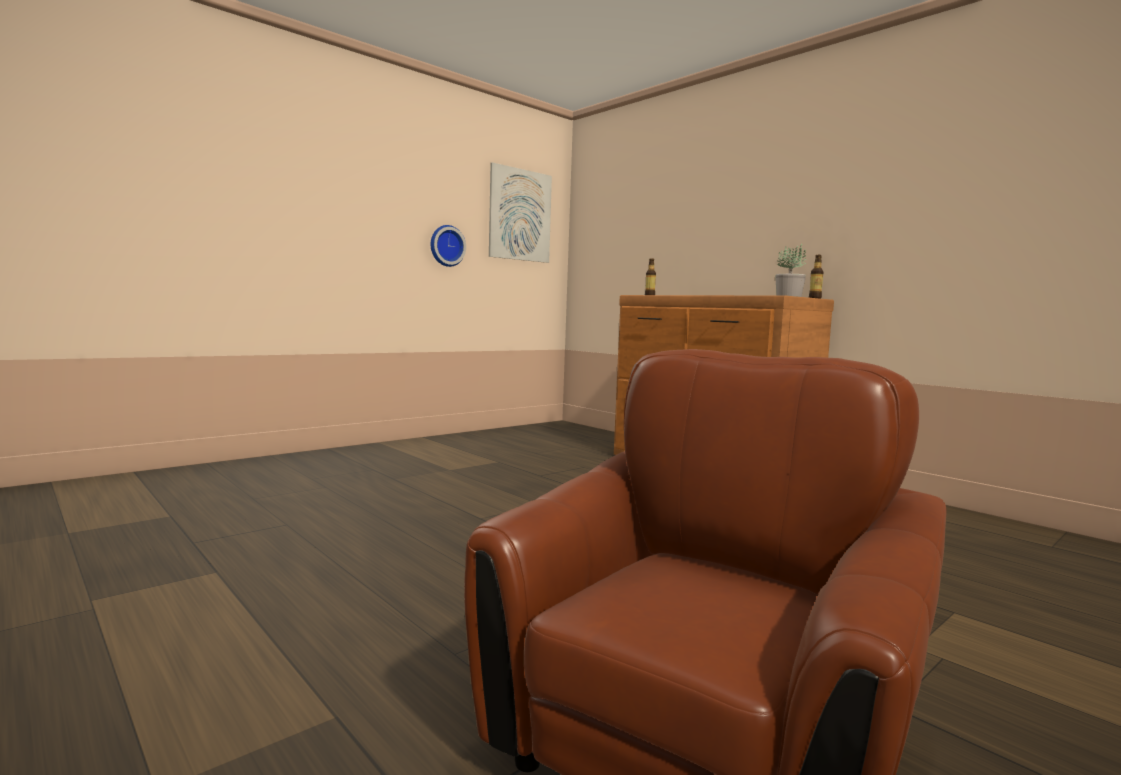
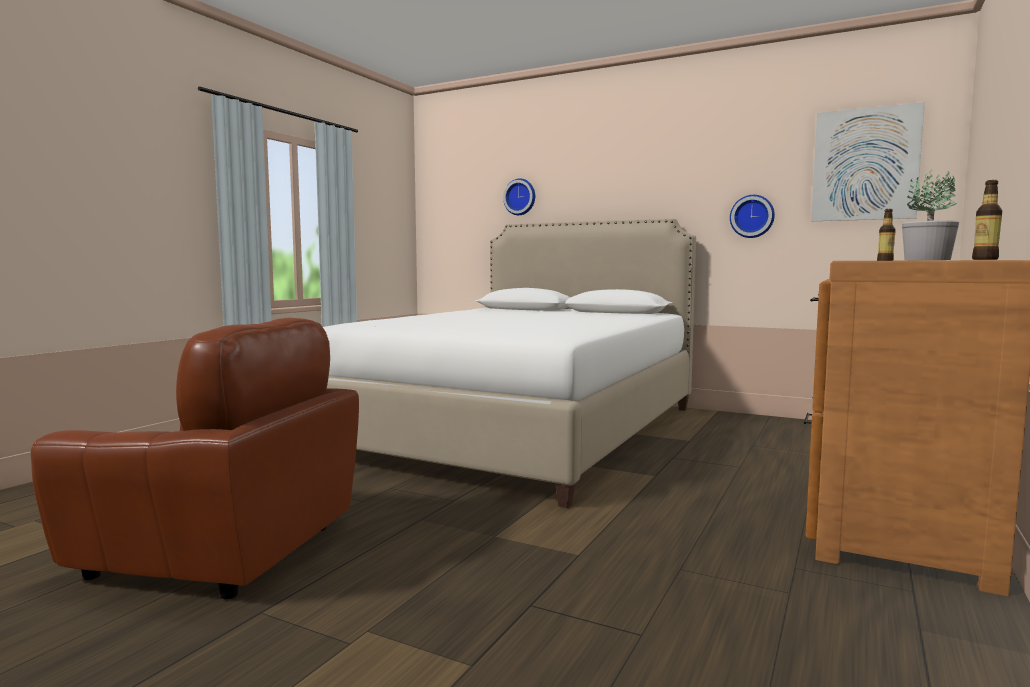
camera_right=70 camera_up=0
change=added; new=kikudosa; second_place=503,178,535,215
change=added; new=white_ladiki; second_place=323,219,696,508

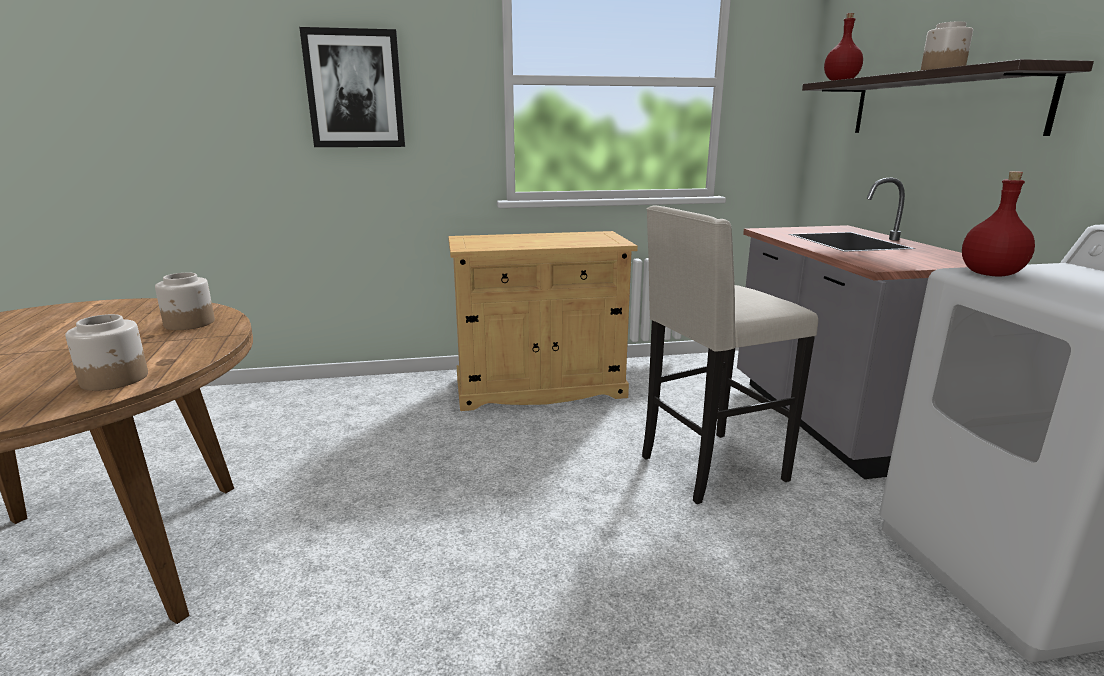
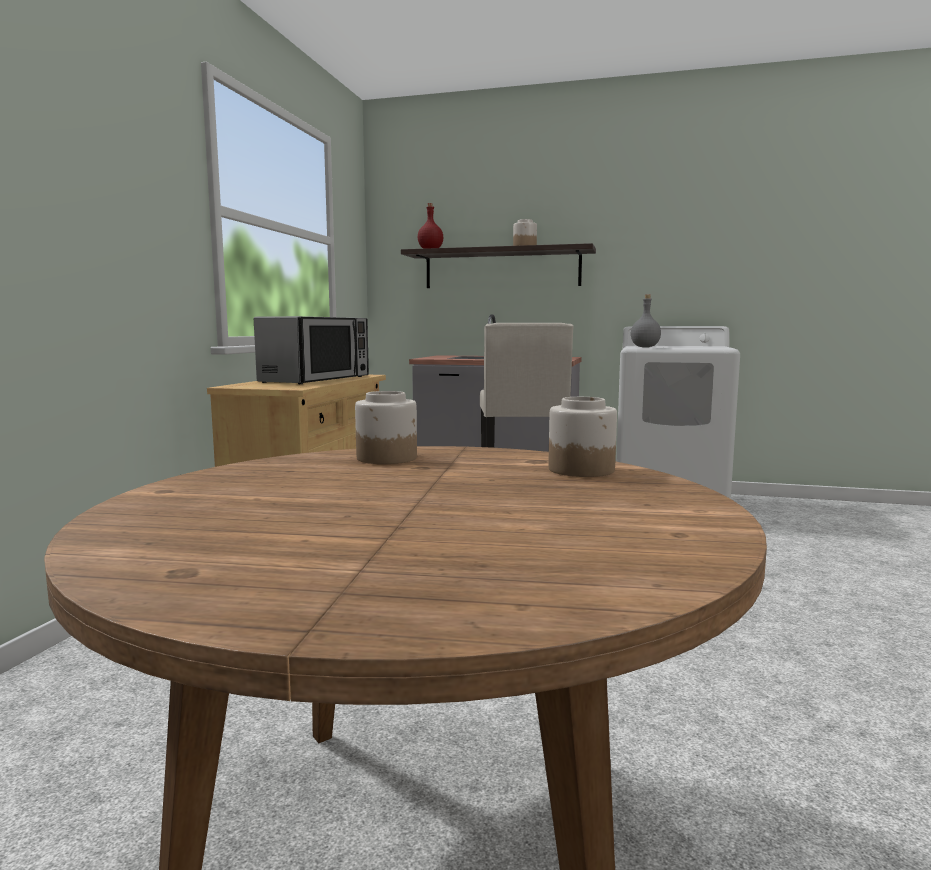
camera_right=-65 camera_up=-10
change=removed; old=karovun; first_place=299,27,405,147
change=recoloured; old=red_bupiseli; new=grey_bupiseli; first_place=962,171,1035,276; second_place=631,295,661,347
change=added; new=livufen; second_place=254,316,369,384

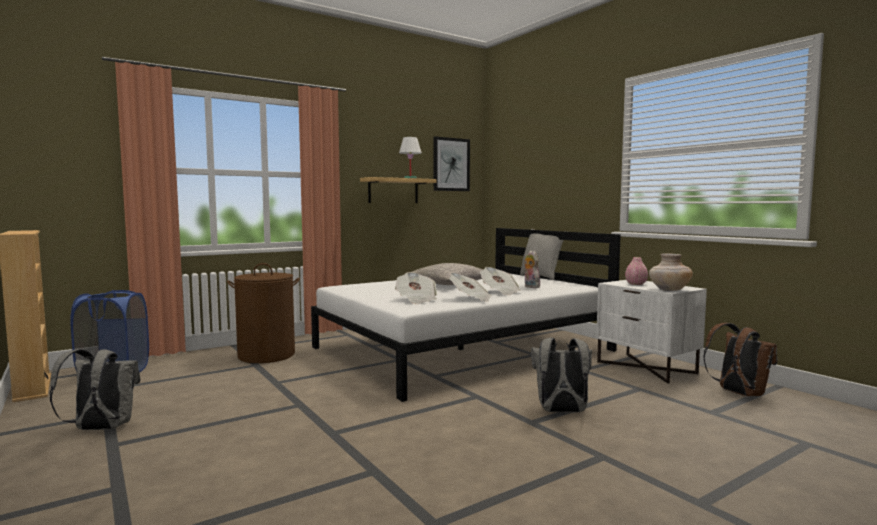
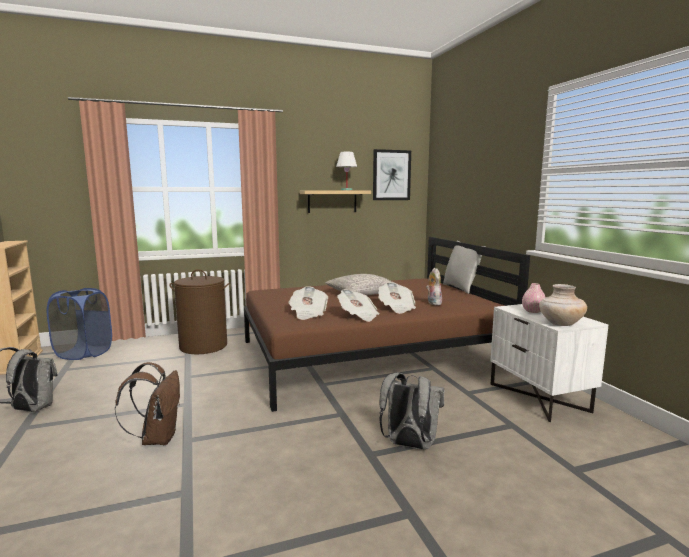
camera_right=15 camera_up=5
change=recoloured; old=white_ladiki; new=brown_ladiki; first_place=311,228,621,402; second_place=244,237,530,412
change=moved; old=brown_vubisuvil; first_place=703,323,777,396; second_place=115,362,180,445

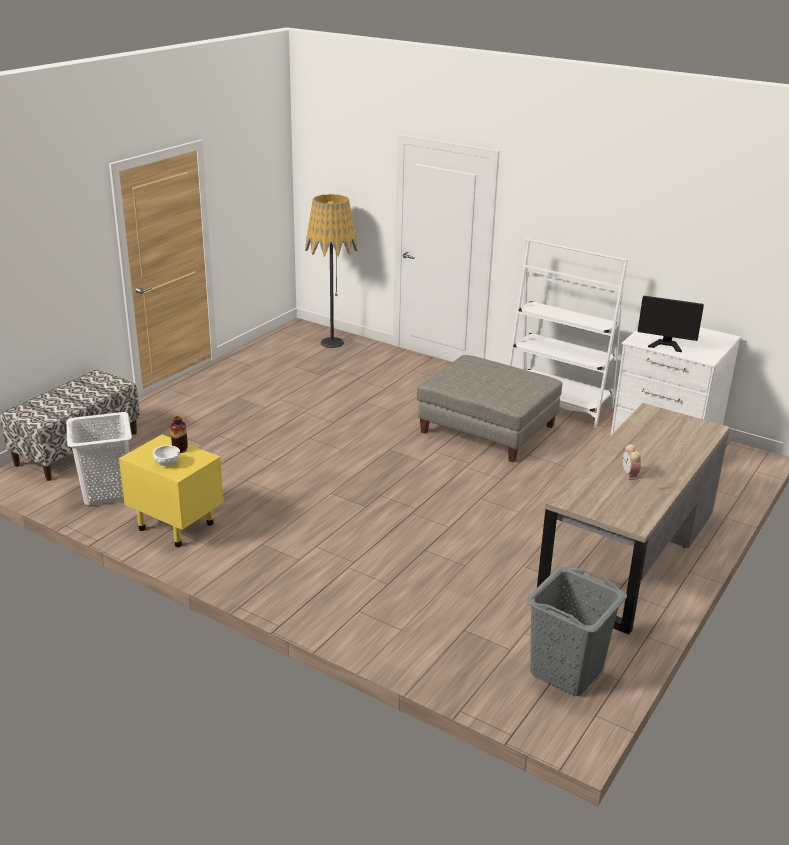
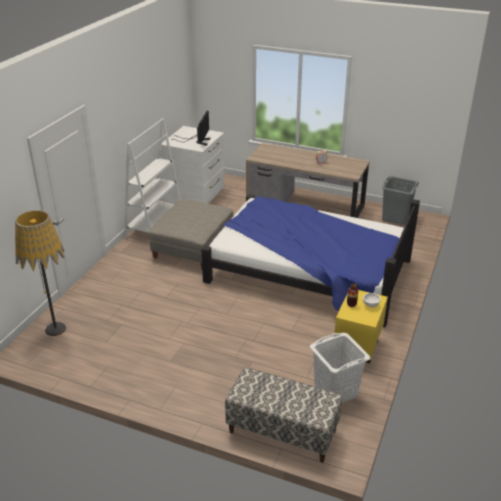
camera_right=-100 camera_up=5
change=added; new=ladiki; second_place=201,195,420,327

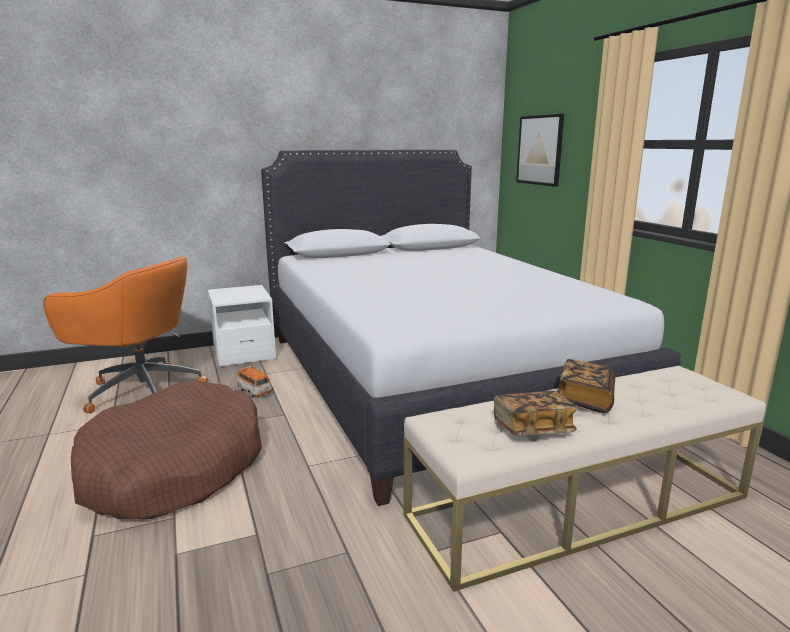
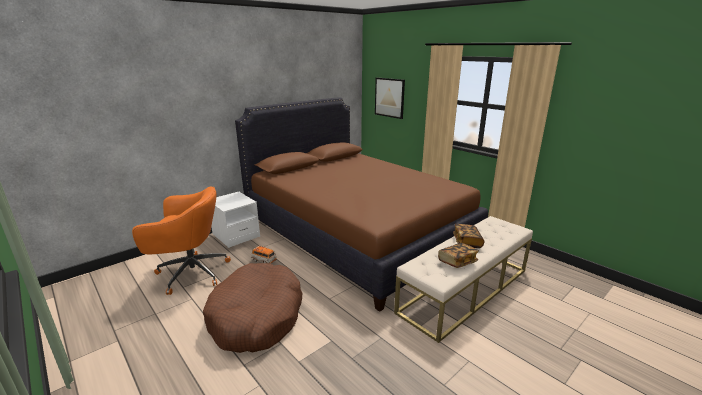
camera_right=-20 camera_up=5
change=recoloured; old=white_ladiki; new=brown_ladiki; first_place=261,150,681,506; second_place=235,97,488,312

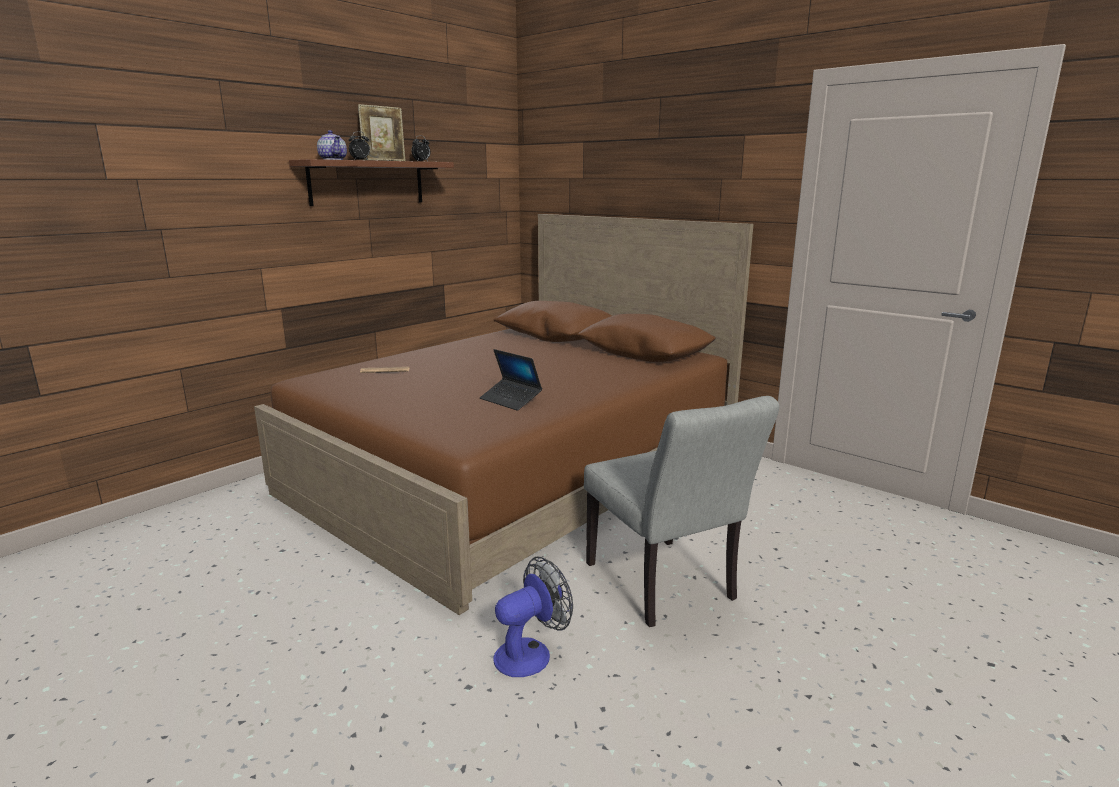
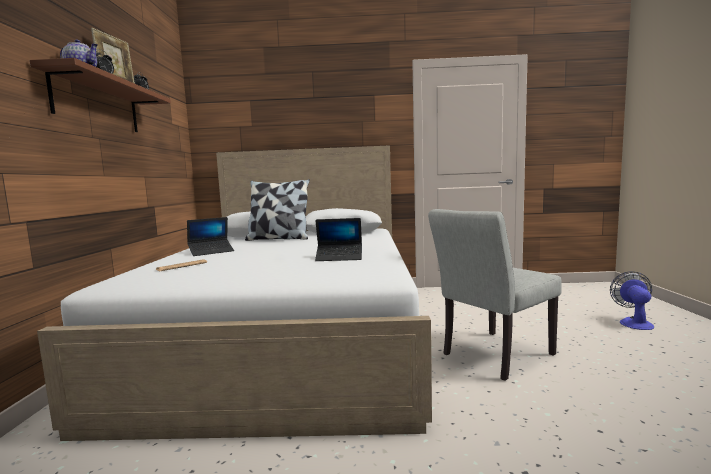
camera_right=-40 camera_up=-10
change=recoloured; old=brown_ladiki; new=white_ladiki; first_place=254,214,754,615; second_place=37,145,432,441
change=turned; old=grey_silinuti; first_place=584,396,779,627; second_place=428,209,562,381; degrees=120
change=moved; old=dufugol; first_place=493,557,573,677; second_place=610,271,654,330
change=added; new=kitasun; second_place=245,179,310,241
change=added; new=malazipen; second_place=187,217,234,256

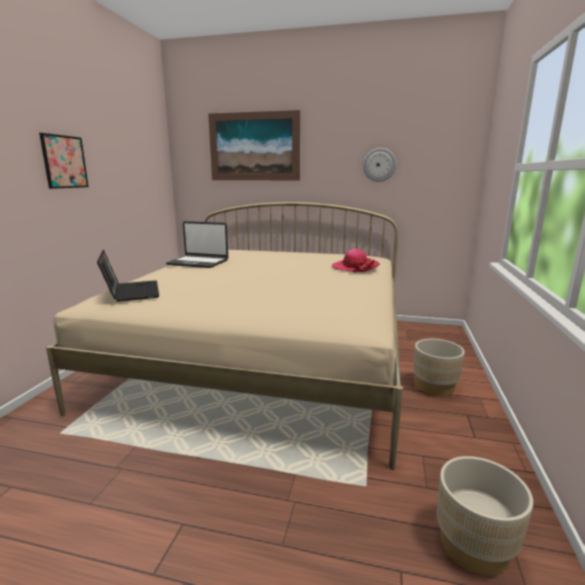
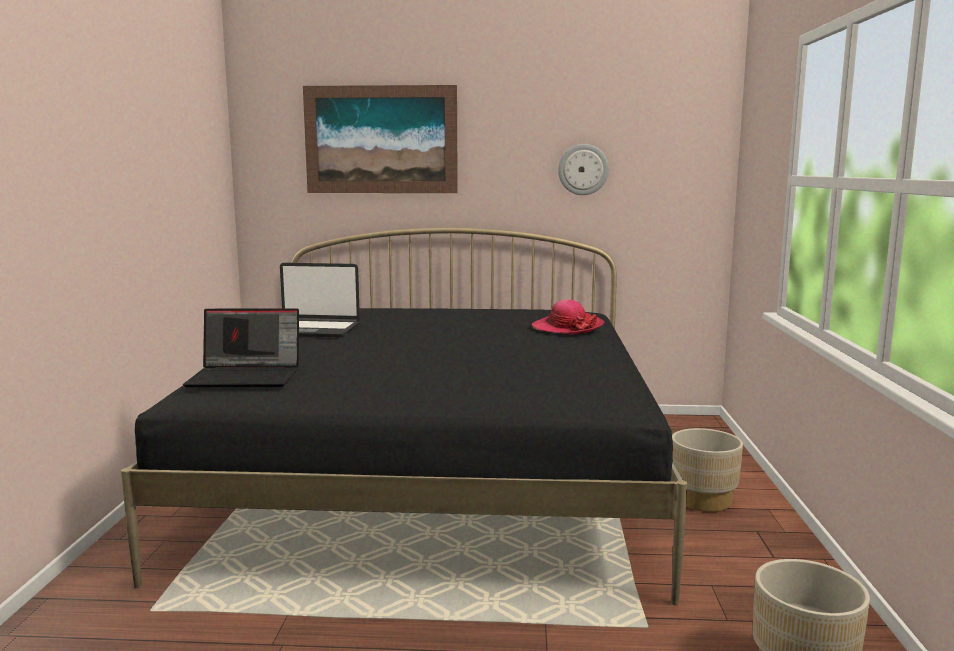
camera_right=-10 camera_up=-5
change=removed; old=karovun; first_place=39,133,89,189
change=recoloured; old=beige_ladiki; new=black_ladiki; first_place=46,202,403,470; second_place=121,228,687,605
change=turned; old=malazipen; first_place=97,250,159,302; second_place=183,308,299,387; degrees=120

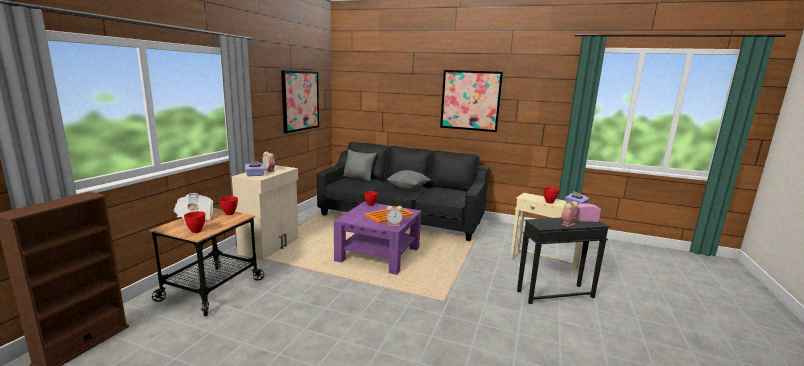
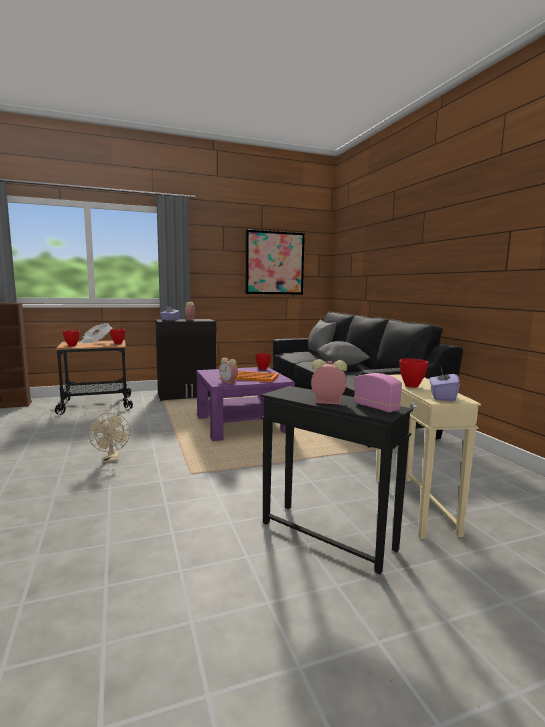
camera_right=50 camera_up=-5
change=removed; old=karovun; first_place=440,70,503,132
change=recoloured; old=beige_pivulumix; new=black_pivulumix; first_place=232,165,298,260; second_place=155,319,216,401
change=added; new=beige_dufugol; second_place=88,413,130,463

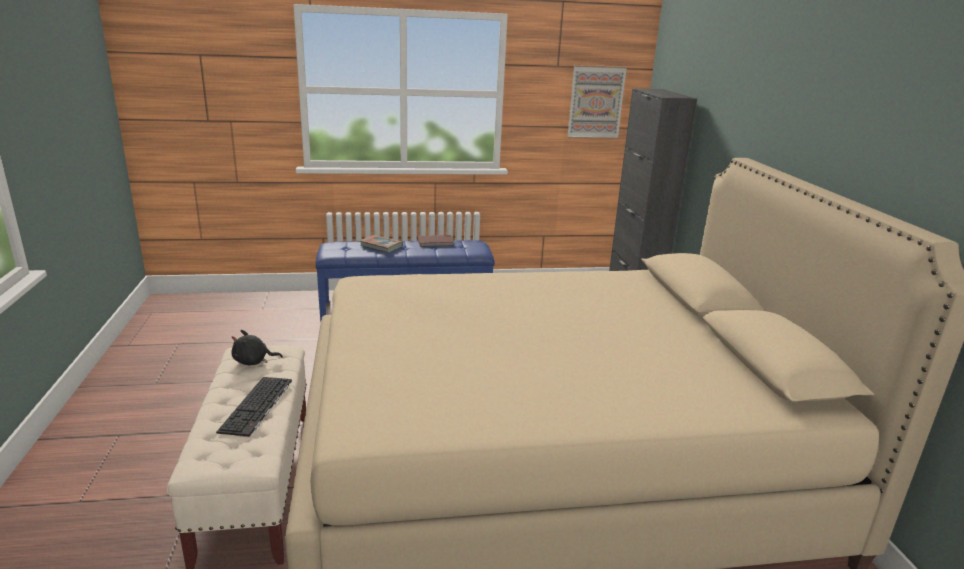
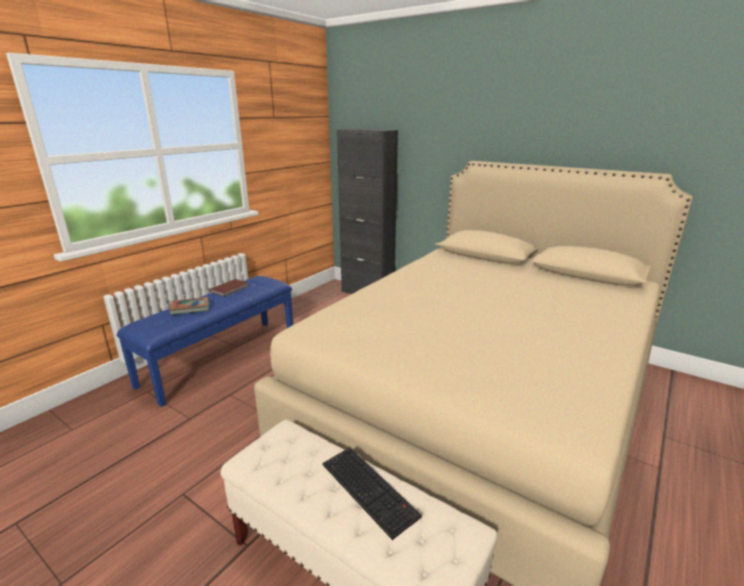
camera_right=-45 camera_up=0
change=removed; old=karovun; first_place=567,65,627,139
change=removed; old=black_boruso; first_place=231,330,283,365

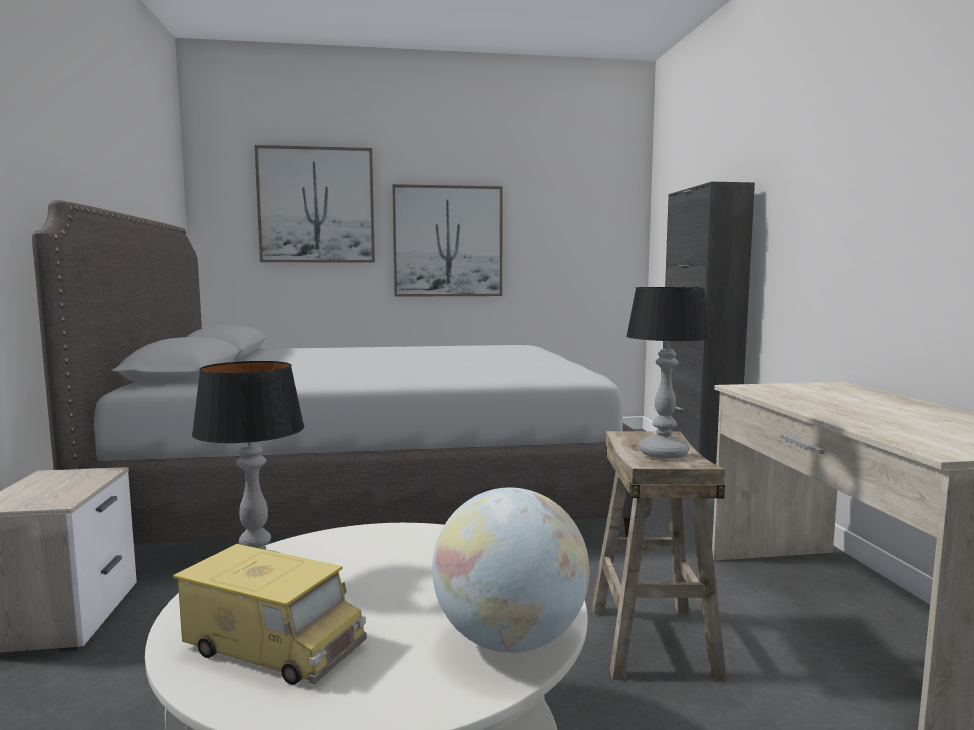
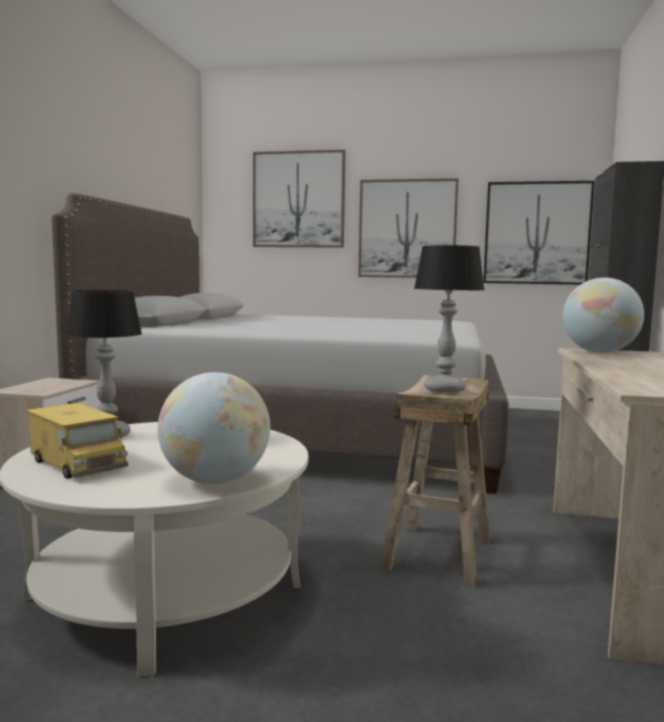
camera_right=20 camera_up=0
change=added; new=karovun; second_place=483,181,595,285
change=added; new=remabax; second_place=563,278,644,353

